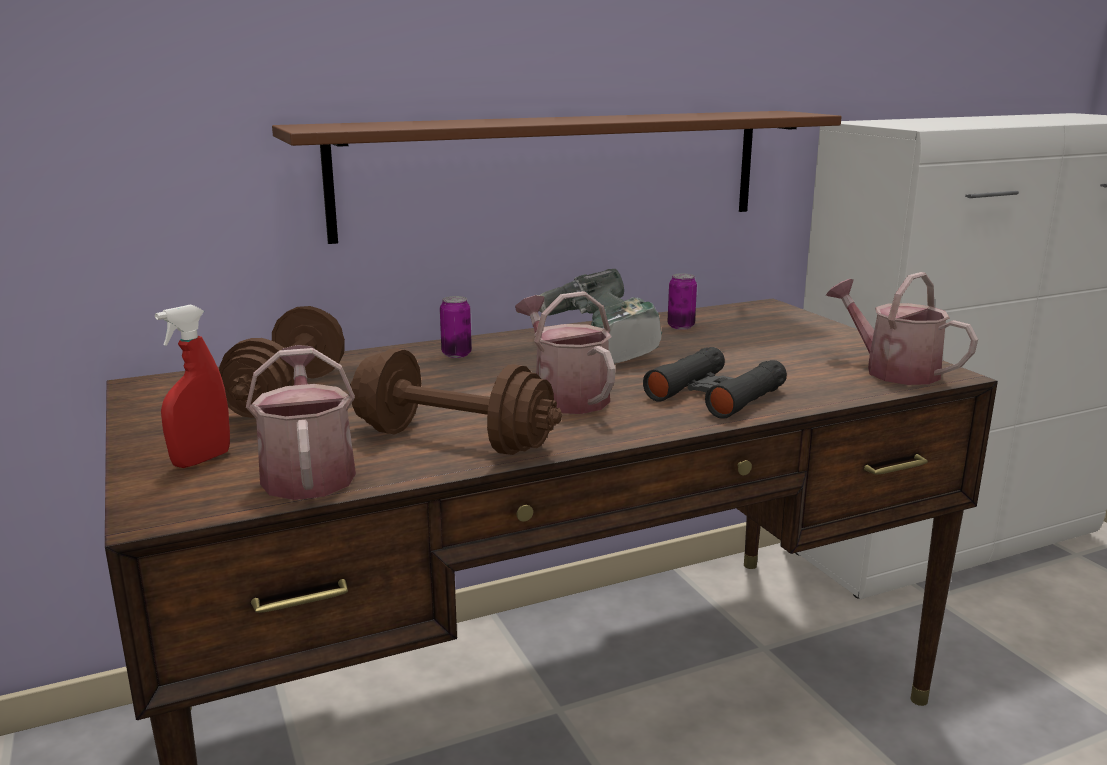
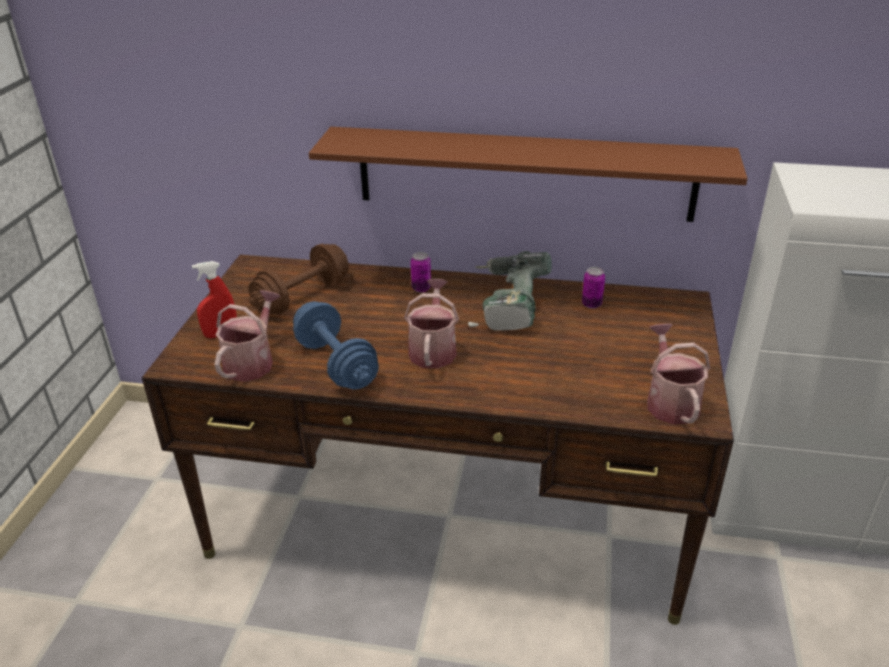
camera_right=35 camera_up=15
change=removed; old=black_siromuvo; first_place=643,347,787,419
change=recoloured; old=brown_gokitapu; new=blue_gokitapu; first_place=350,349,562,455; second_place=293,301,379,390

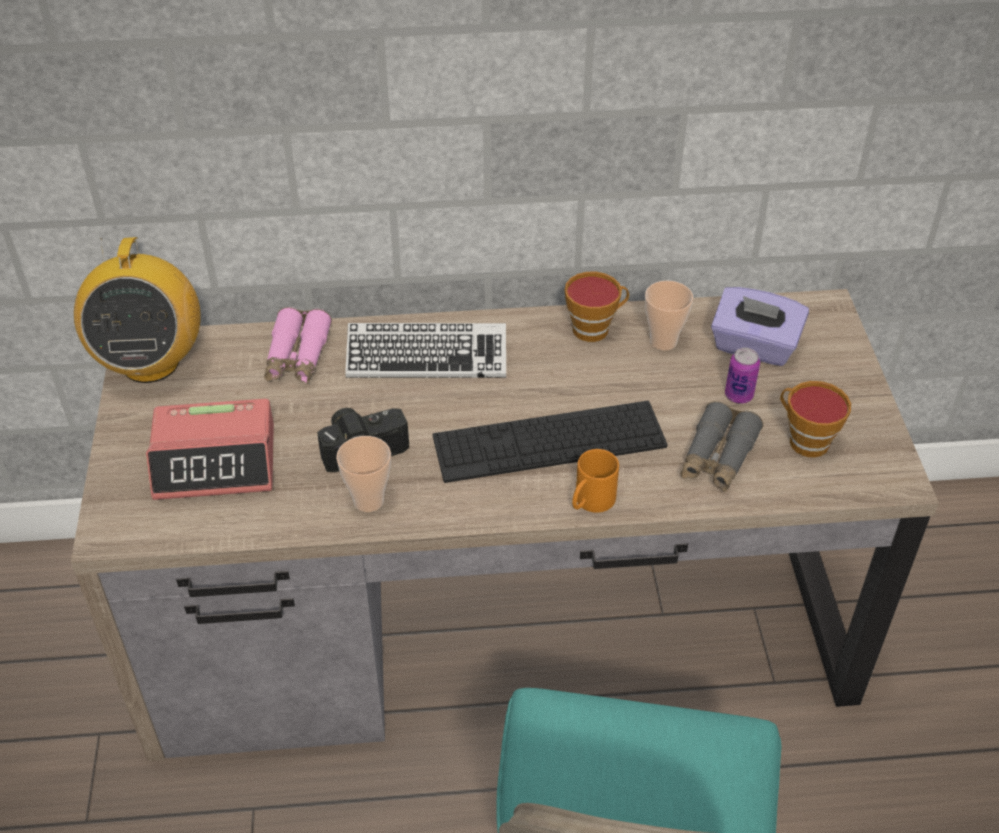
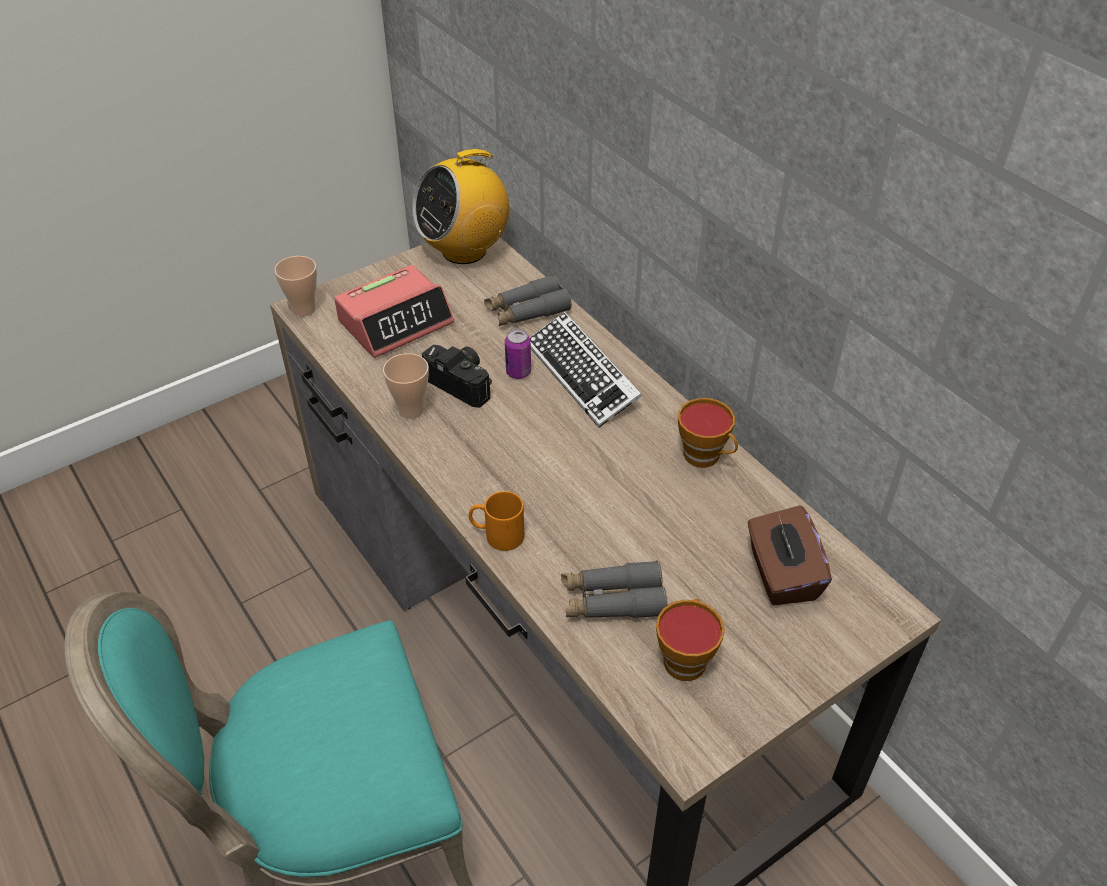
camera_right=60 camera_up=0
change=moved; old=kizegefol; first_place=645,281,693,351; second_place=274,256,317,317
change=recoloured; old=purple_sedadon; new=brown_sedadon; first_place=711,287,809,366; second_place=747,505,832,605
change=recoloured; old=pink_siromuvo; new=grey_siromuvo; first_place=264,307,332,384; second_place=484,275,572,326
change=moved; old=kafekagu; first_place=725,348,760,404; second_place=505,329,531,379
change=turned; old=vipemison; first_place=146,399,274,500; second_place=334,265,454,358; degrees=-90
change=removed; old=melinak; first_place=432,401,667,483

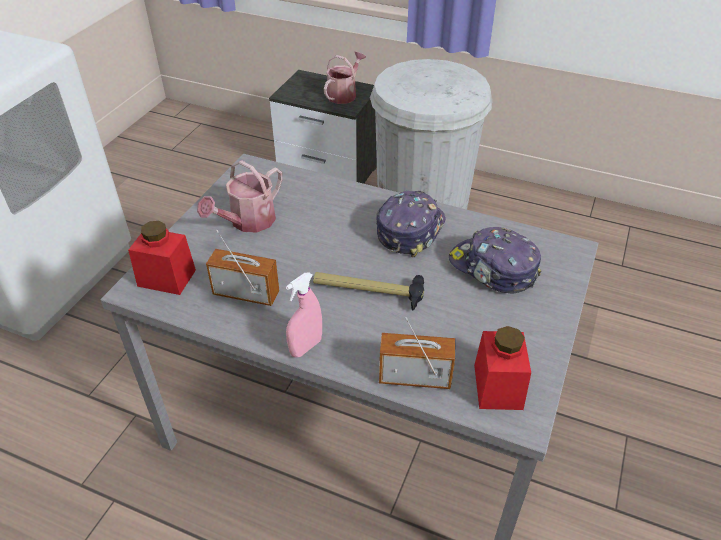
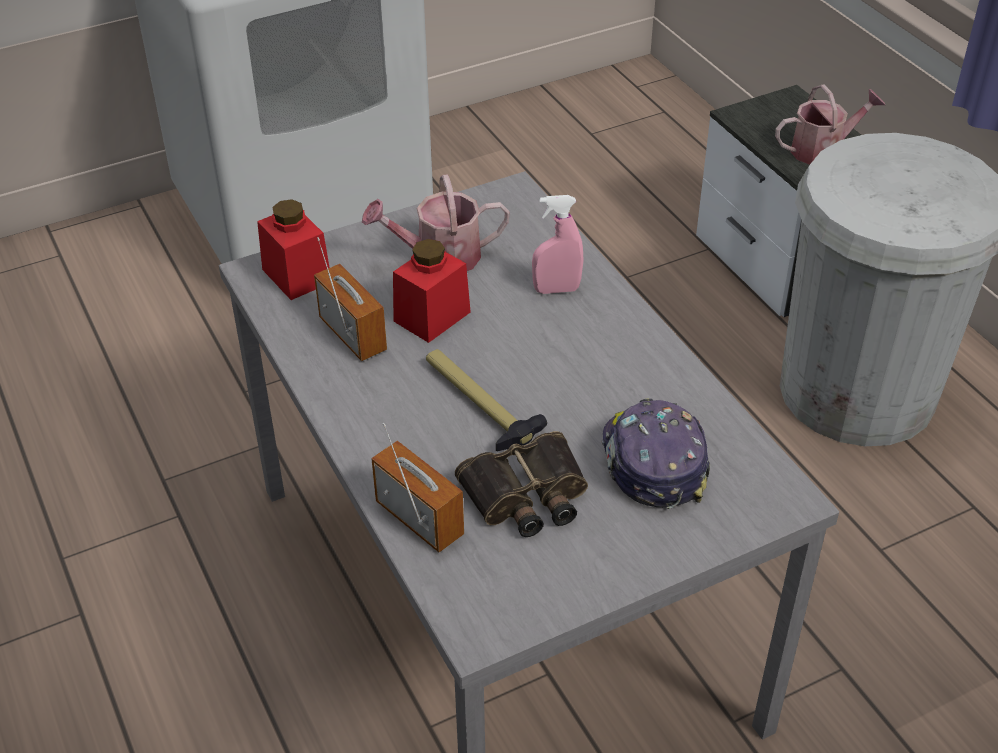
camera_right=40 camera_up=0
change=removed; old=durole; first_place=376,191,446,258
change=moved; old=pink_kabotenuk; first_place=286,272,322,358; second_place=532,195,584,294
change=moved; old=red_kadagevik; first_place=474,326,531,410; second_place=393,239,471,343
change=added; new=siromuvo; second_place=455,431,588,537

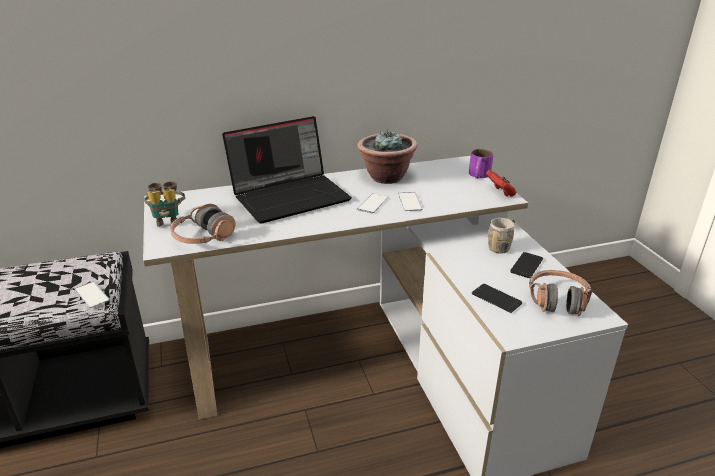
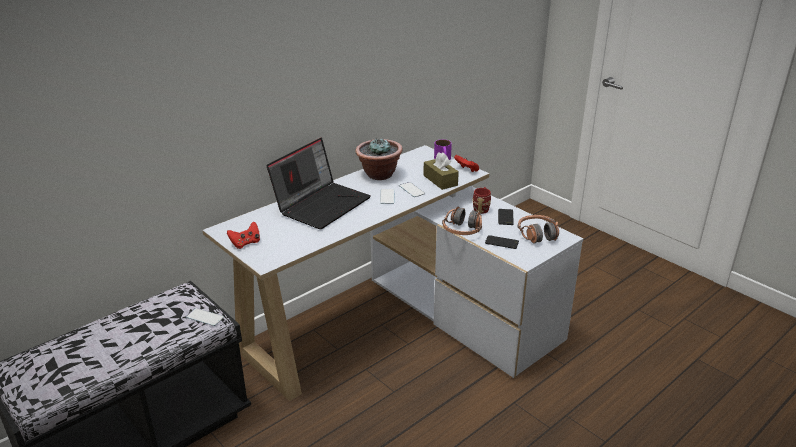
camera_right=-25 camera_up=0
change=replaced; old=siromuvo; new=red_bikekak; first_place=144,181,185,227; second_place=227,221,260,249
change=moved; old=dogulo; first_place=170,204,236,244; second_place=442,207,482,235
change=recoloured; old=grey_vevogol; new=red_vevogol; first_place=488,218,515,254; second_place=472,187,491,214
change=added; new=brown_sedadon; second_place=423,152,459,190

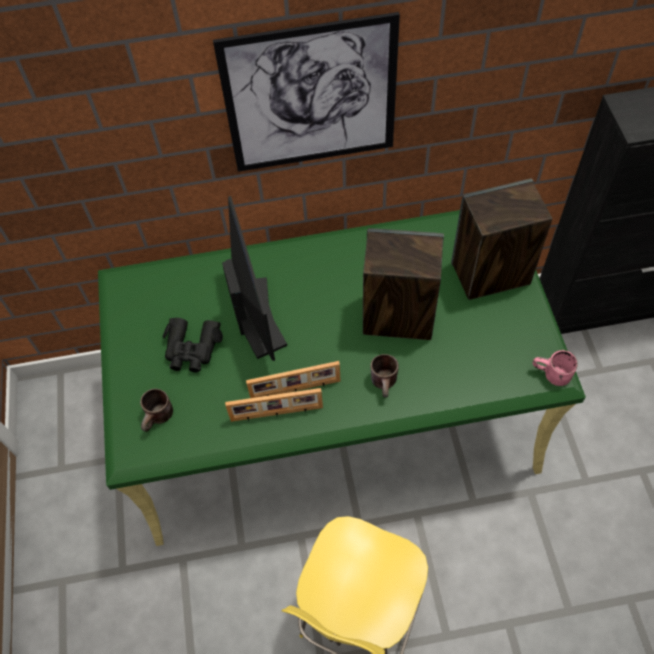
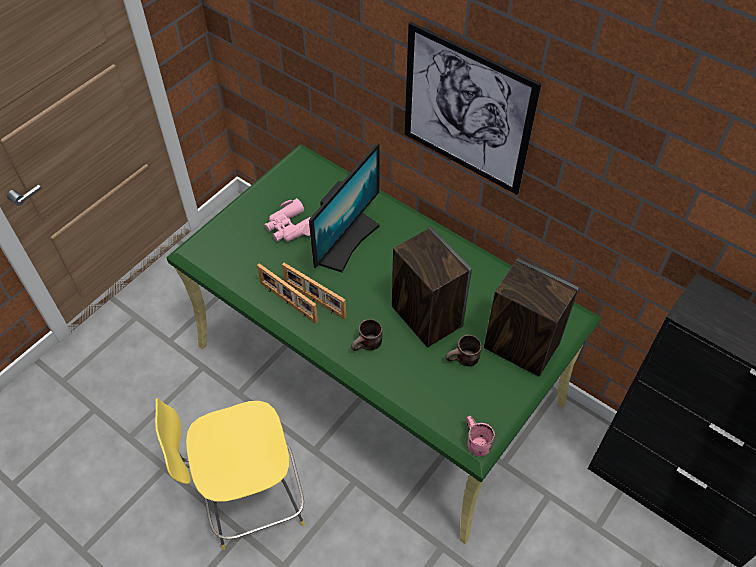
camera_right=45 camera_up=-5
change=recoloured; old=black_siromuvo; new=pink_siromuvo; first_place=163,318,223,373; second_place=265,198,312,241
change=moved; old=brown_vevogol; first_place=140,389,173,432; second_place=446,335,482,367

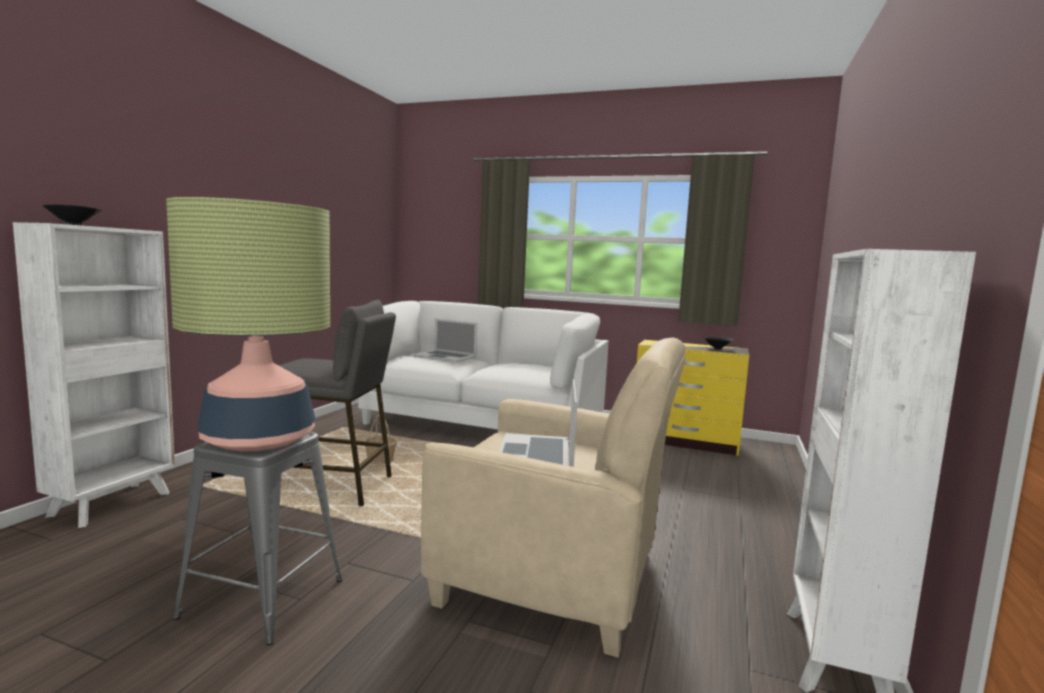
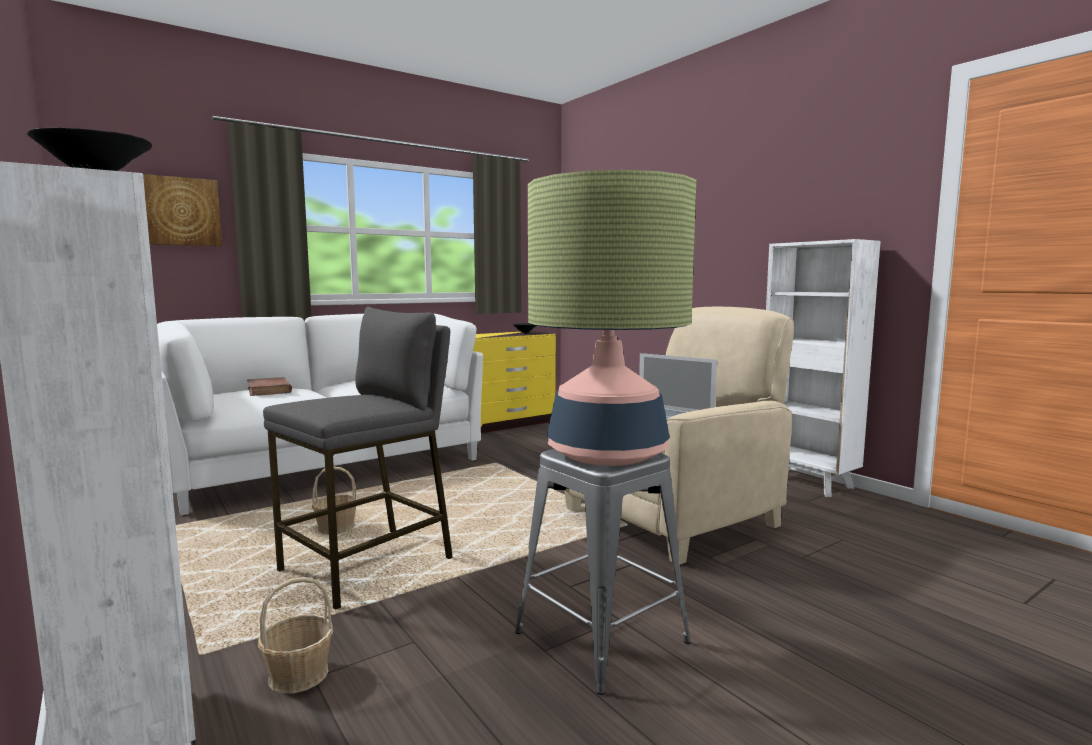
camera_right=-55 camera_up=0
change=replaced; old=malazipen; new=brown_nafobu; first_place=413,319,478,363; second_place=247,377,292,396
change=added; new=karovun; second_place=143,174,222,246
change=added; new=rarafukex; second_place=258,577,333,694

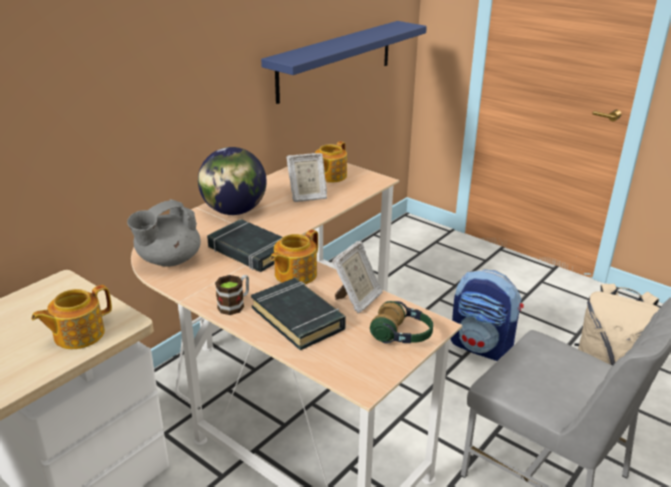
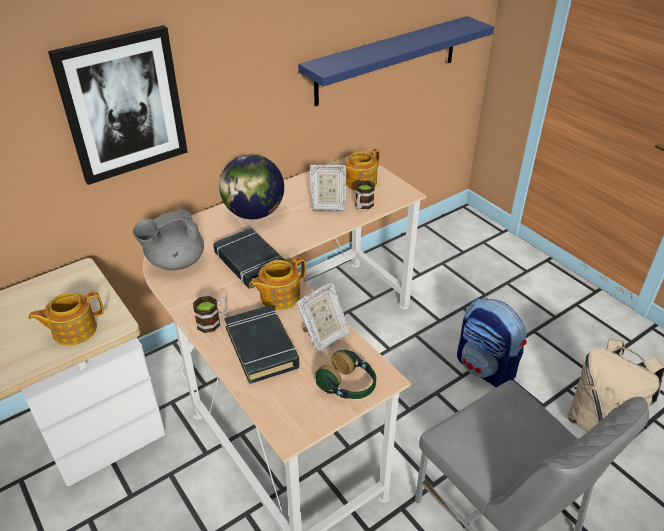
camera_right=15 camera_up=10
change=added; new=karovun; second_place=48,25,188,185
change=added; new=vevogol; second_place=356,180,375,209

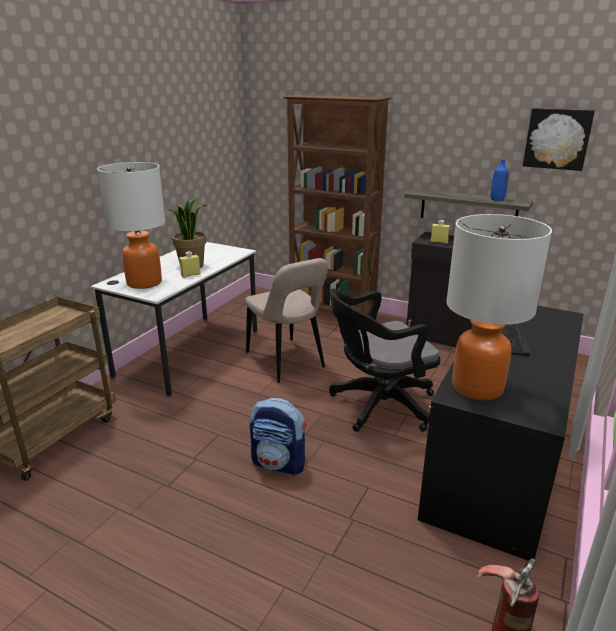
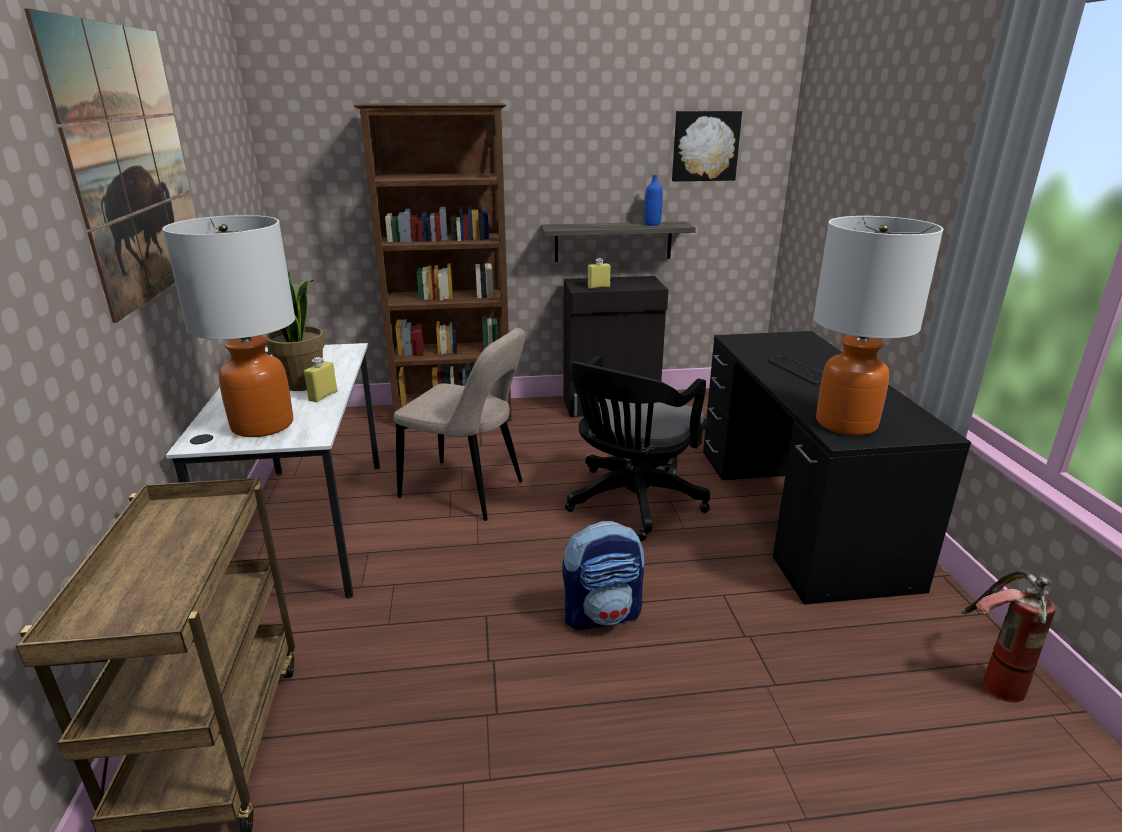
camera_right=-35 camera_up=0
change=added; new=karovun; second_place=24,8,196,323

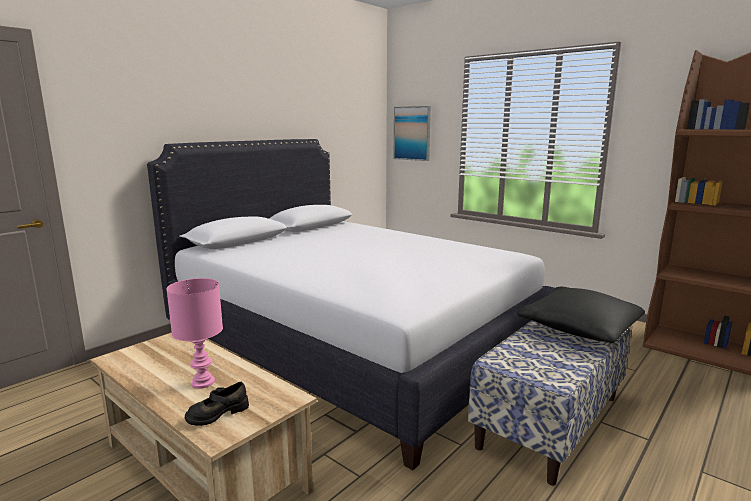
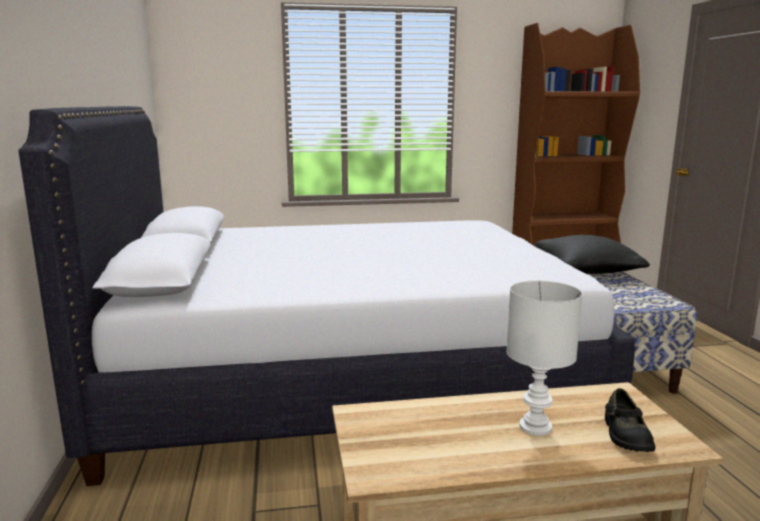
camera_right=-50 camera_up=0
change=removed; old=karovun; first_place=394,106,431,161
change=recoloured; old=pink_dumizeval; new=white_dumizeval; first_place=166,278,223,389; second_place=506,280,583,436

